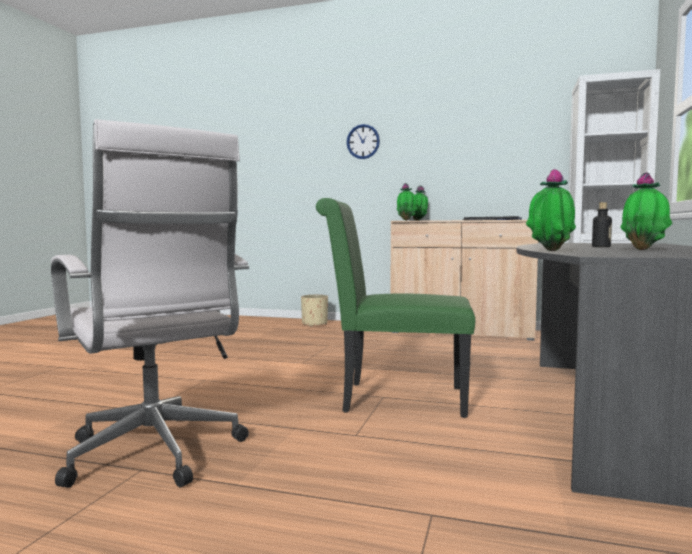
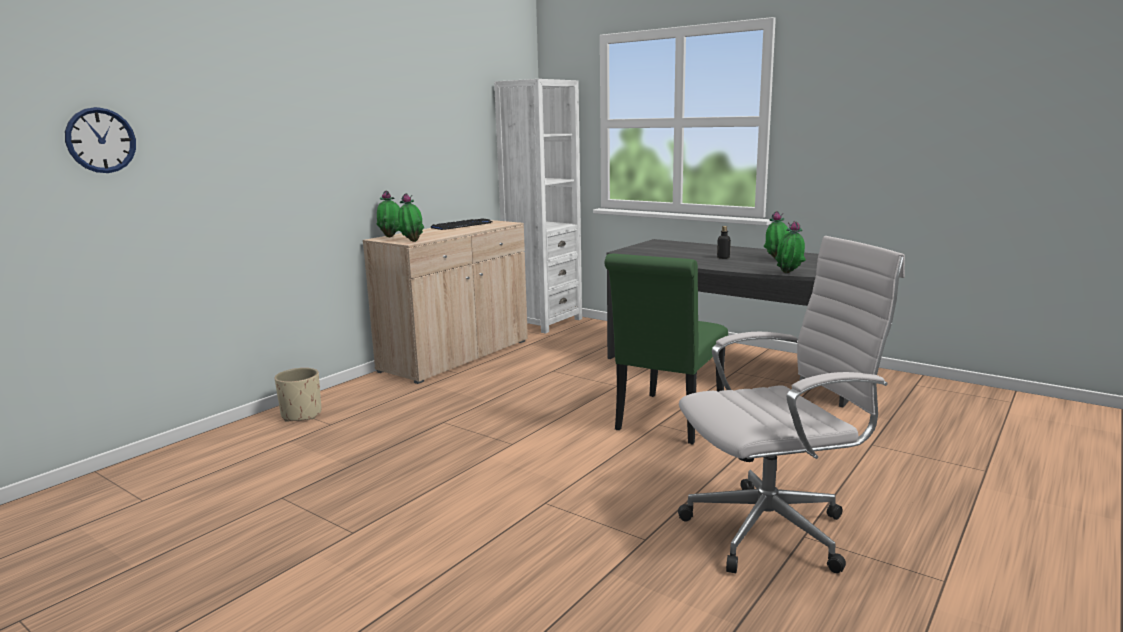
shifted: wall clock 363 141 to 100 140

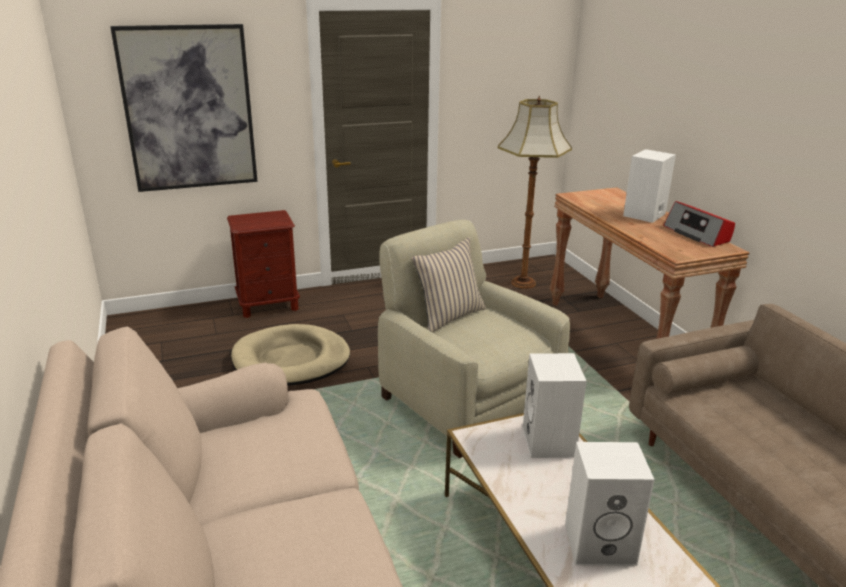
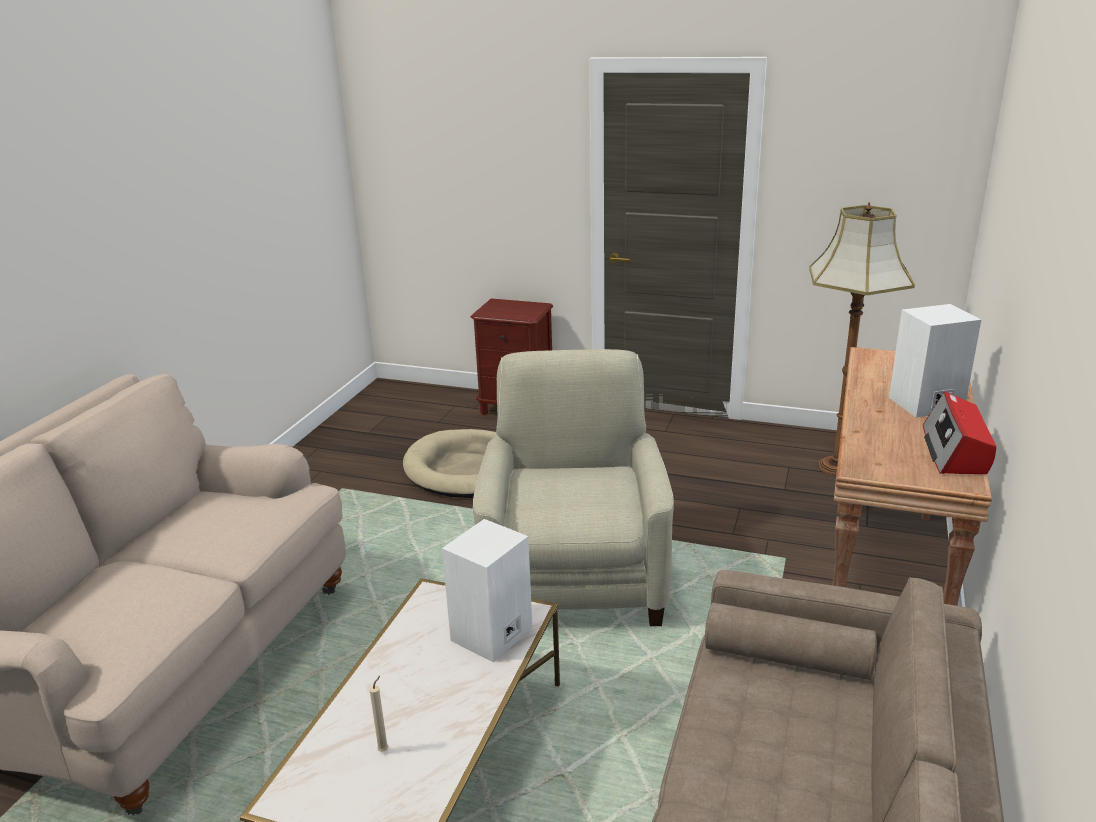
gone: picture 184 108; throw pillow (beige-coloured) 448 285
swapped: speaker (whitish) 610 504 to candle (beige-coloured) 379 714

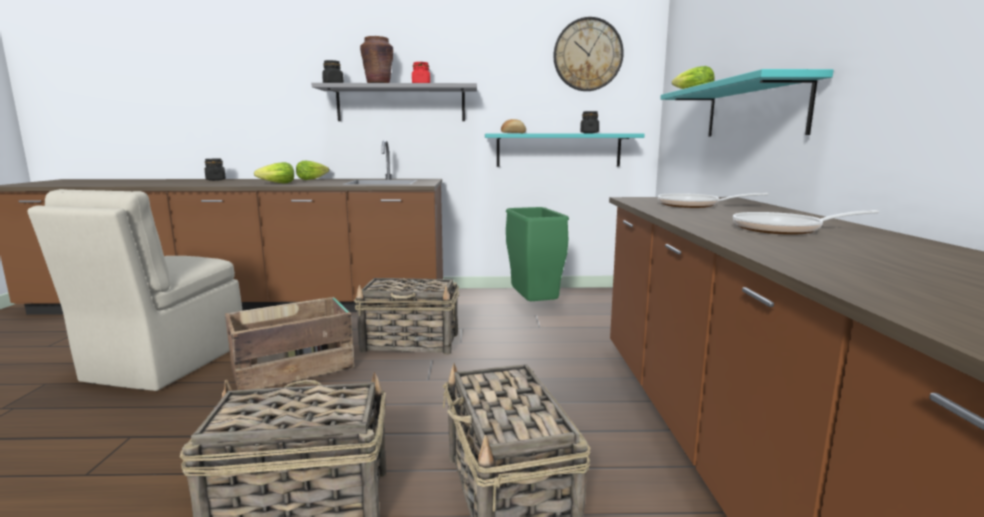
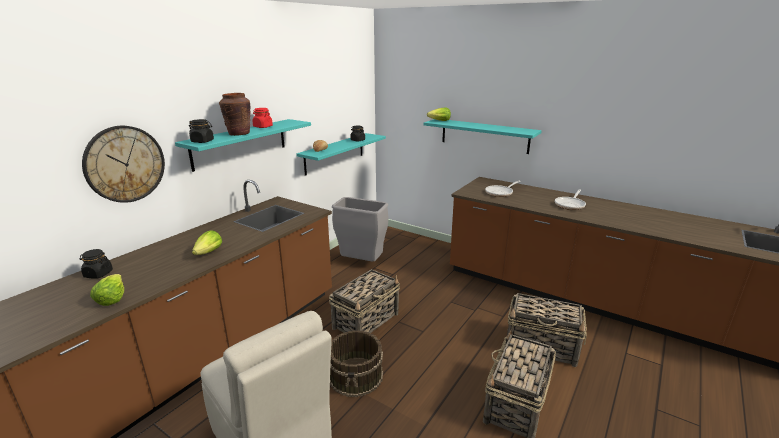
shifted: lettuce head 312 170 to 107 290; wall clock 589 54 to 123 164
swapped: packing crate 289 343 to bucket (brown) 356 363
repainted: bracket shelf (grey) 394 102 to bracket shelf (turquoise) 243 145; waste bin (green) 537 254 to waste bin (grey) 360 229

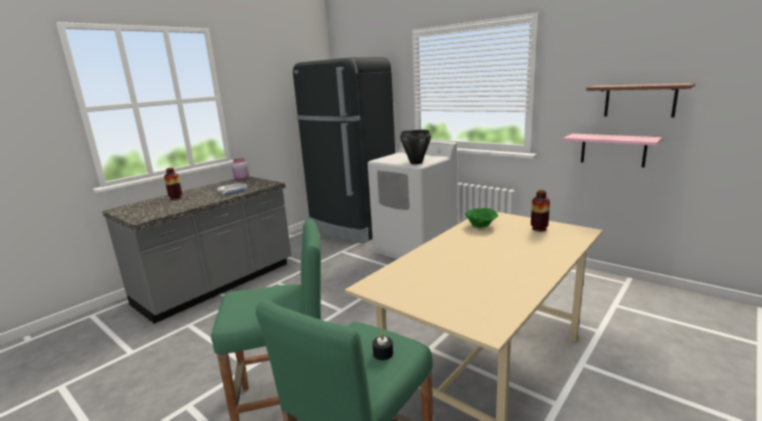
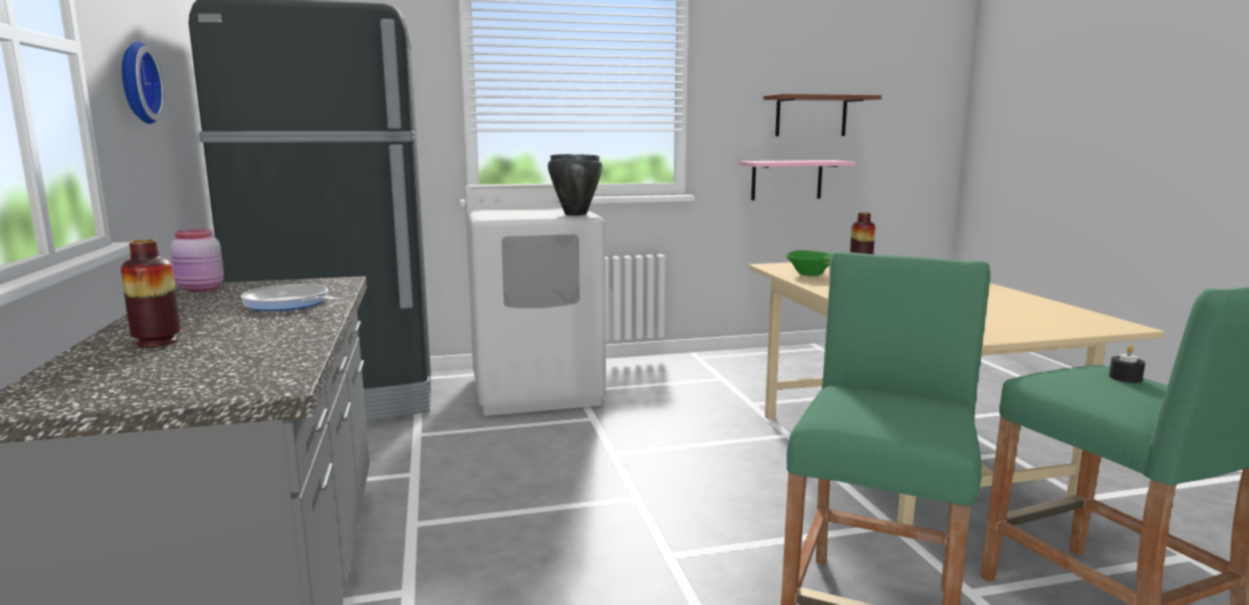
new: wall clock 143 83

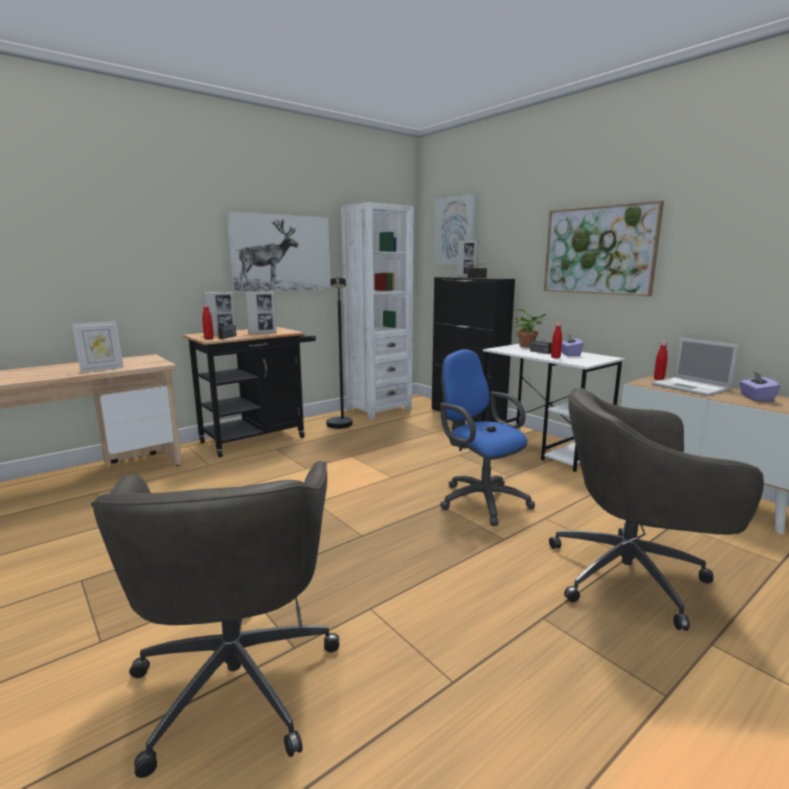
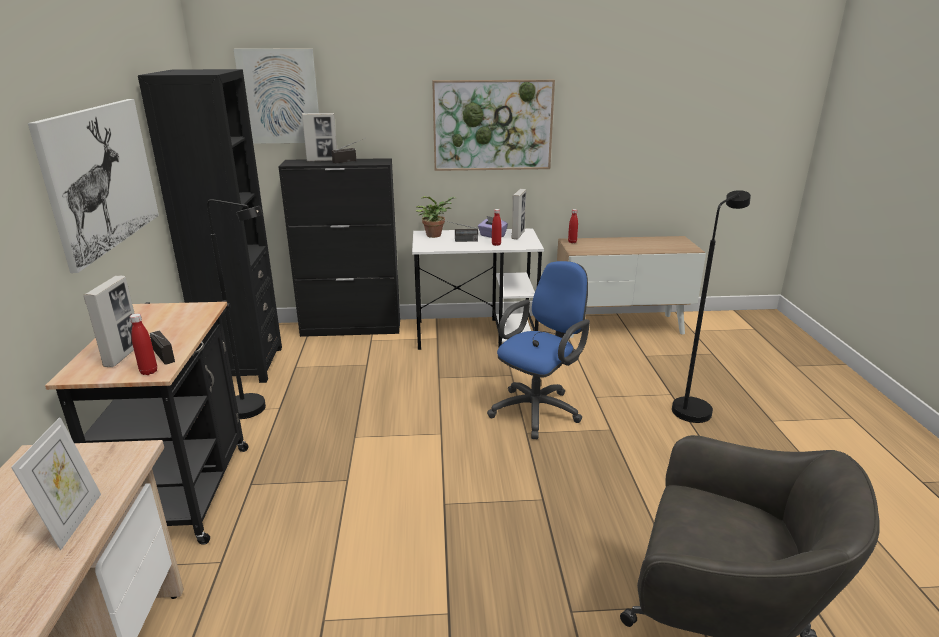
gone: portable computer 695 367; tissue holder (purple) 759 387
shifted: standing frame 260 313 to 518 214
swapped: desk chair (grey) 656 509 to standing lamp (blackish) 711 306
repainted: shelving unit (whitish) 377 310 to shelving unit (blackish) 210 226
rotated: desk chair (blue-coloured) 487 437 = 538 350 135 degrees clockwise

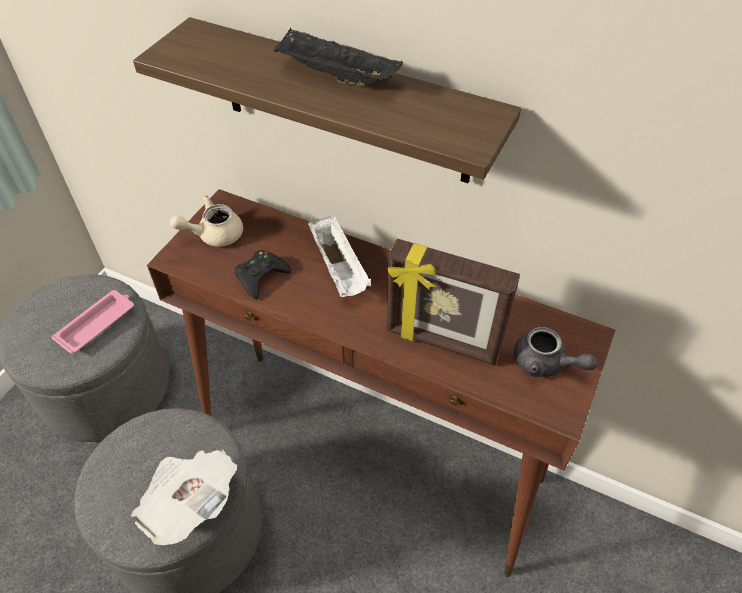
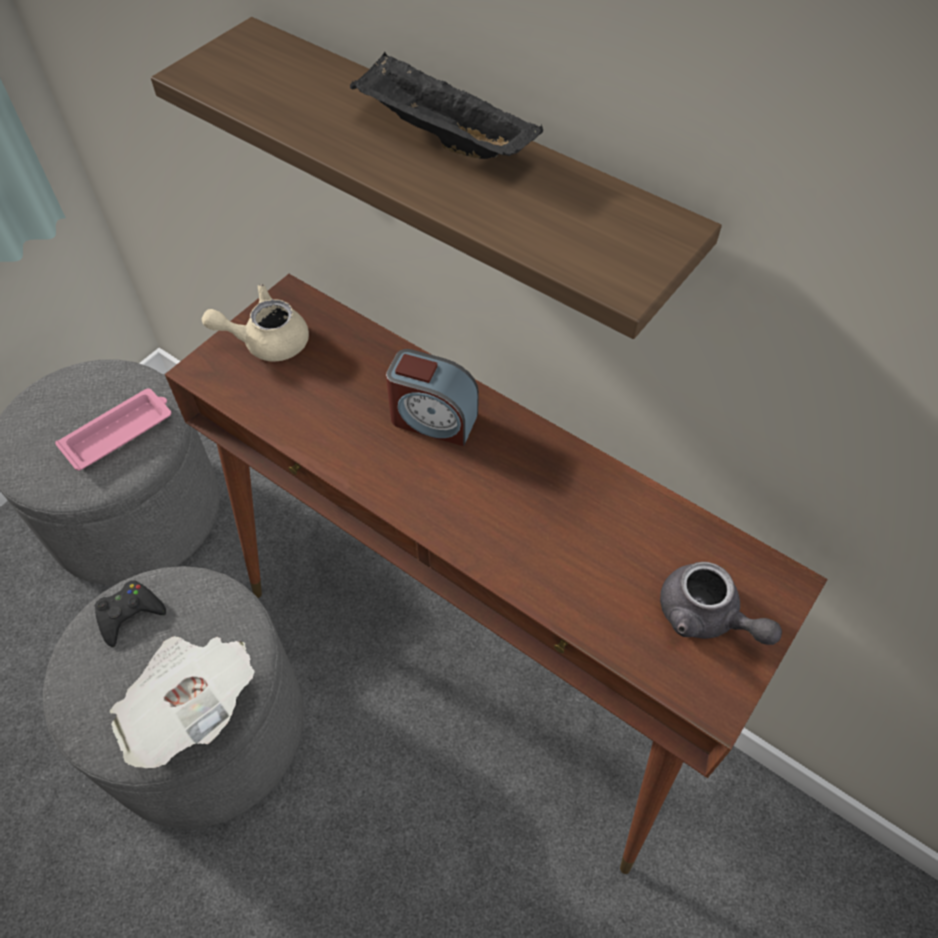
gone: standing frame 453 302
shifted: gamepad (blackish) 263 275 to 130 614
swapped: carrying tray (whitish) 339 256 to alarm clock 432 397

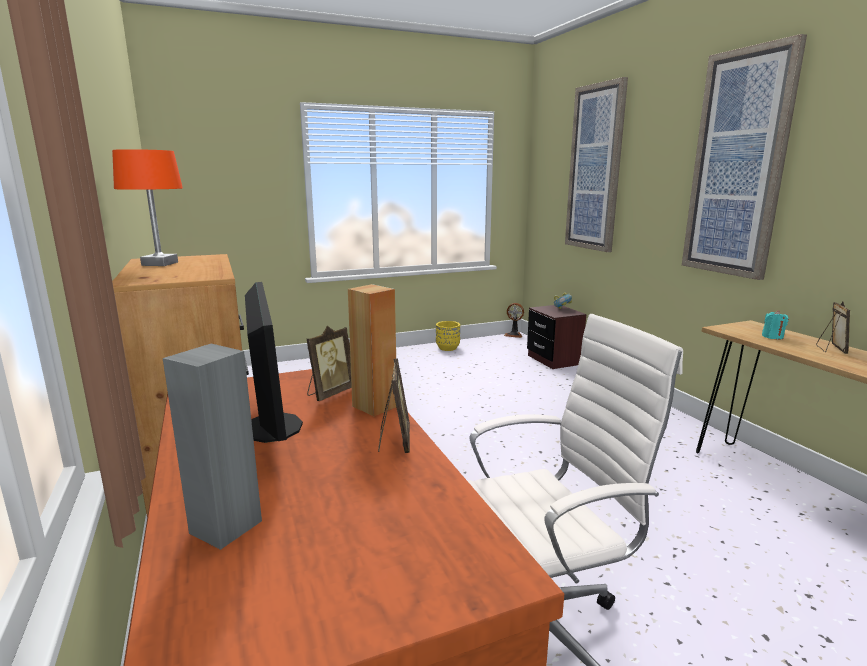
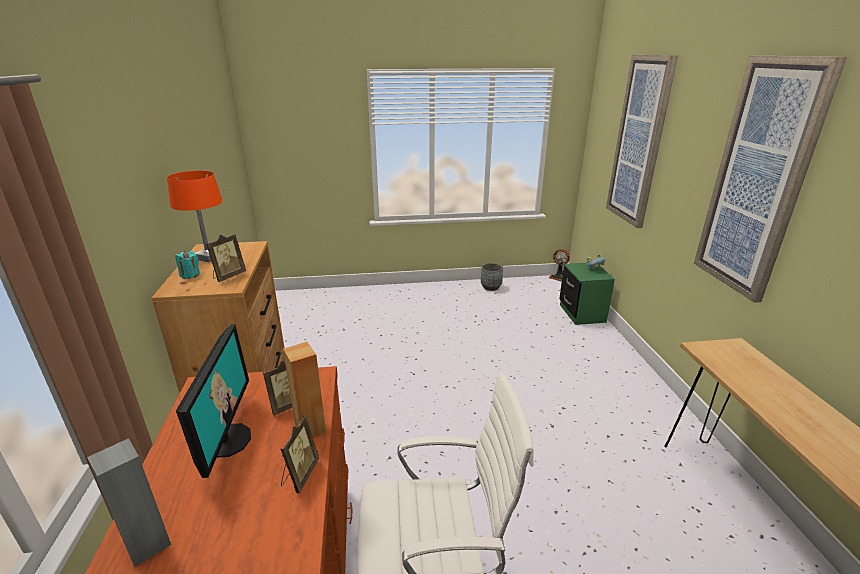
shifted: candle (turquoise) 775 325 to 187 265; standing frame 833 328 to 226 258
repainted: plant pot (yellowish) 448 336 to plant pot (grey) 492 277; nightstand (brown) 556 337 to nightstand (green) 587 294

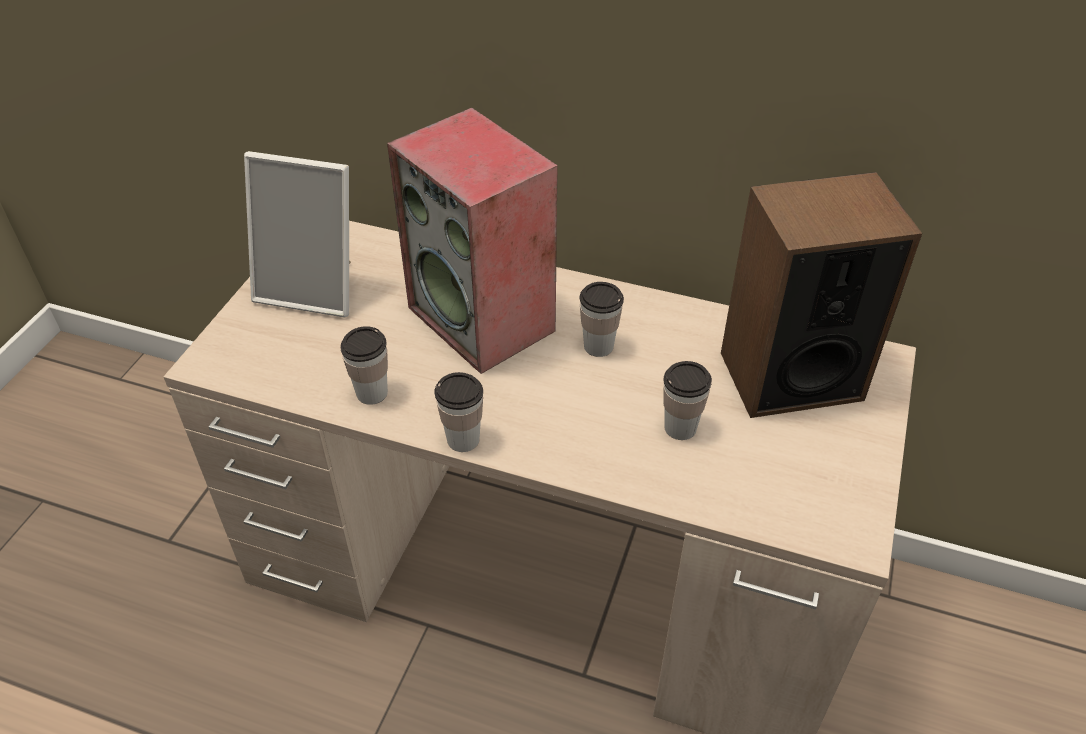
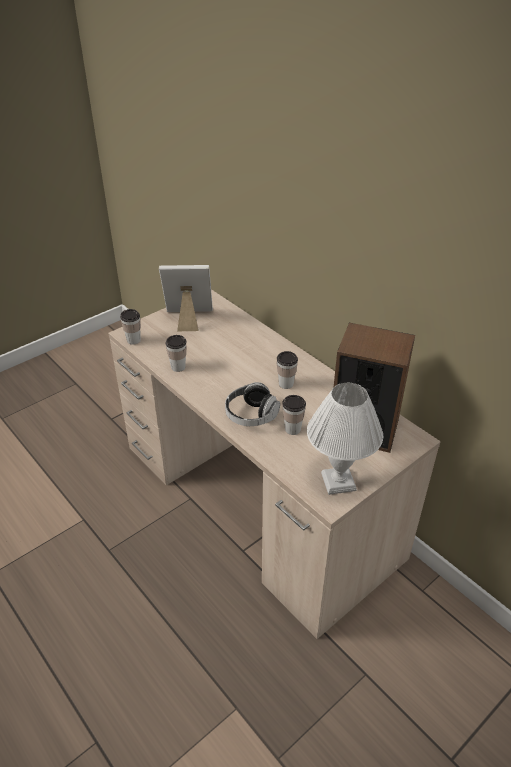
gone: speaker 472 241
new: headset 252 404; lamp for a table (whitish) 345 438
shifted: small cup 459 412 to 130 327
rotated: standing frame 297 234 = 186 298 135 degrees clockwise

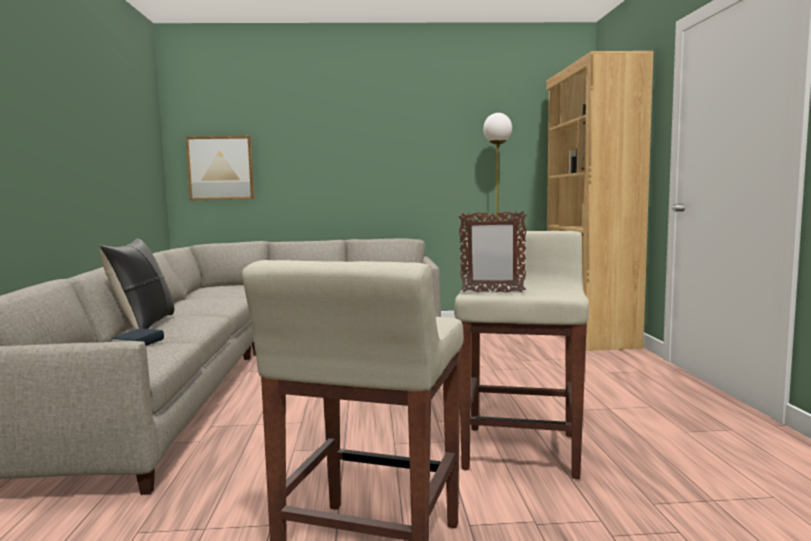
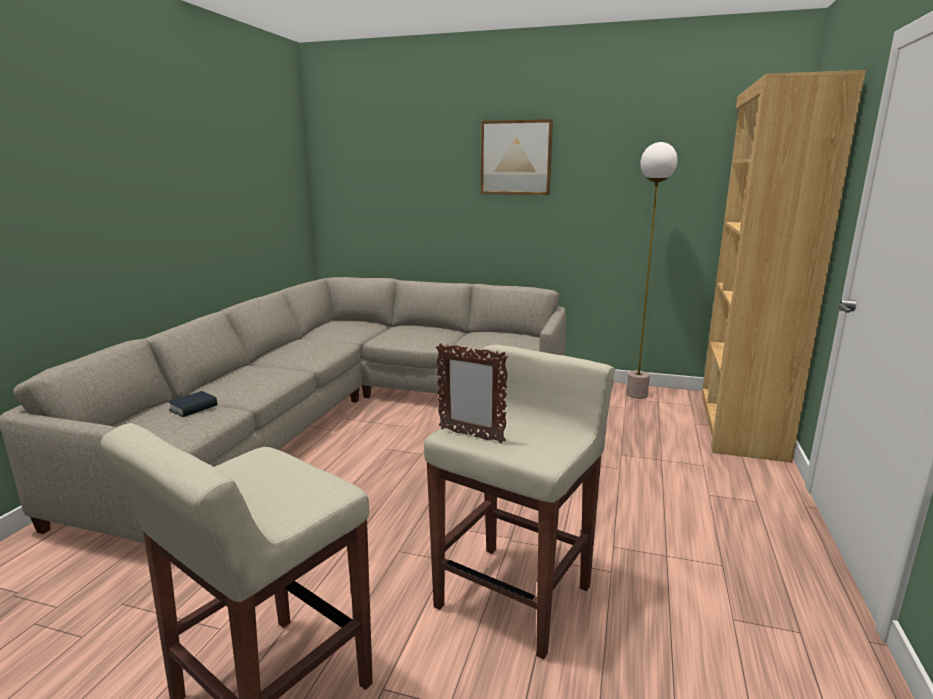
gone: throw pillow (blackish) 136 284
shifted: picture 220 168 to 517 157

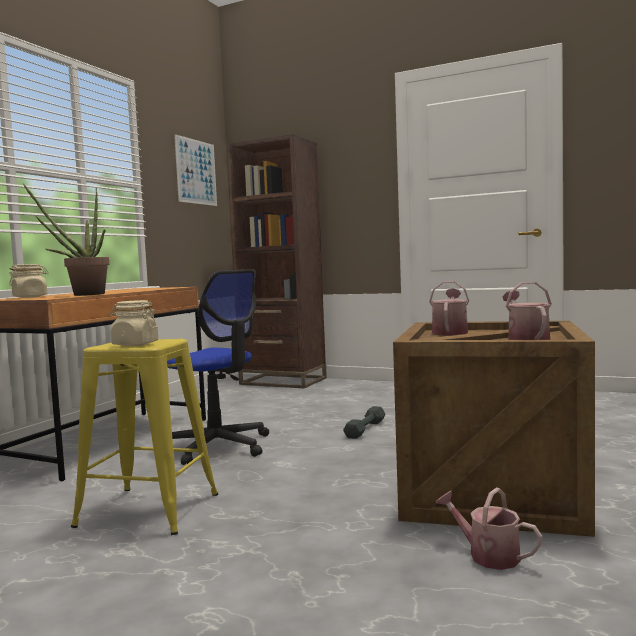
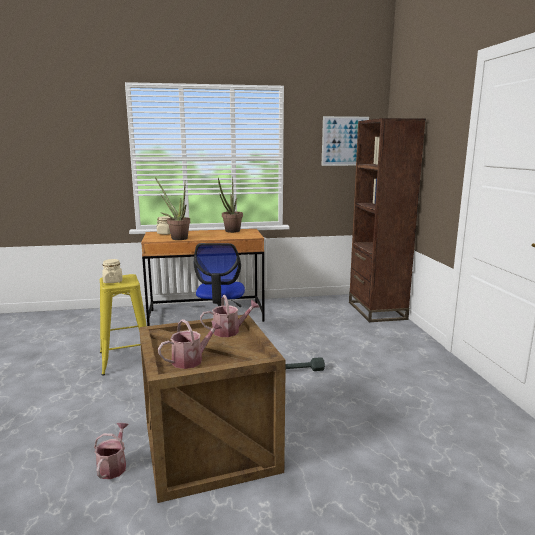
new: potted plant 230 204

